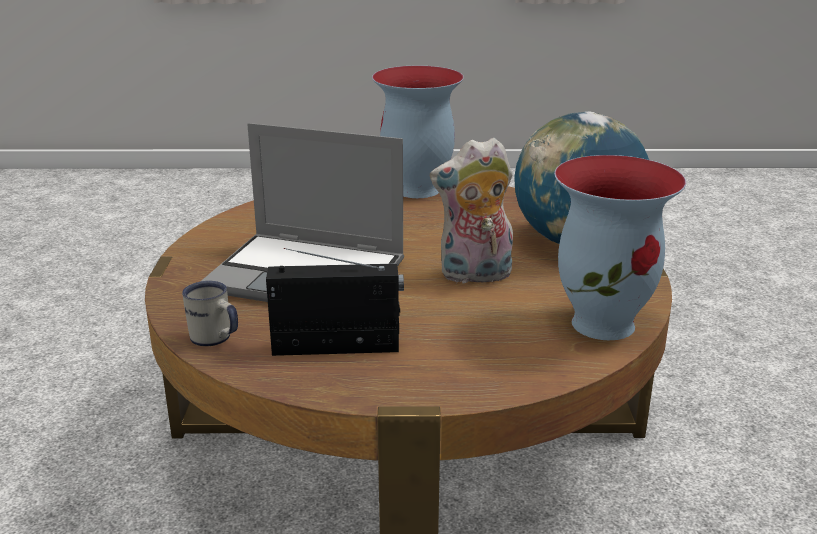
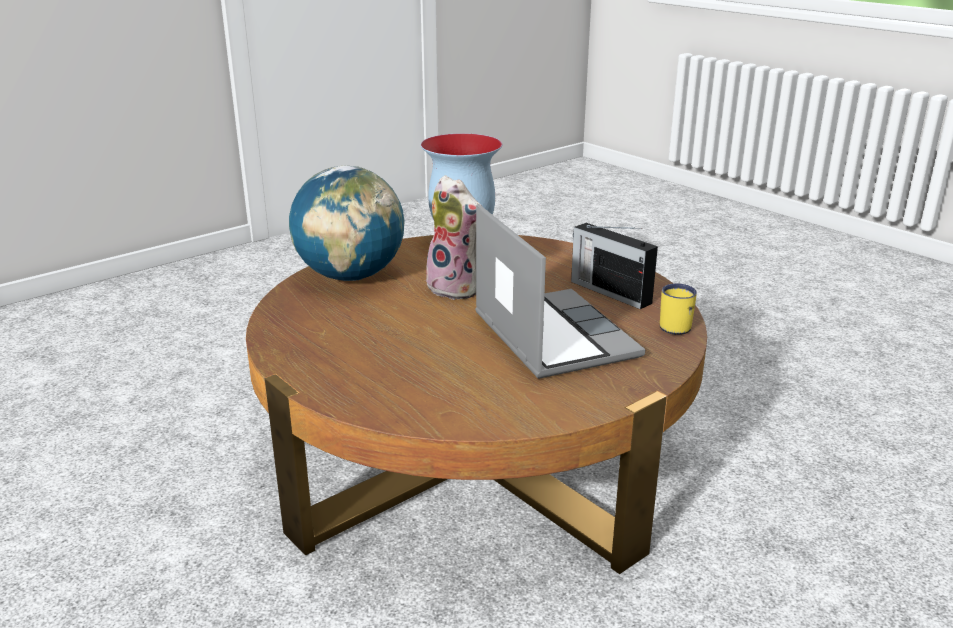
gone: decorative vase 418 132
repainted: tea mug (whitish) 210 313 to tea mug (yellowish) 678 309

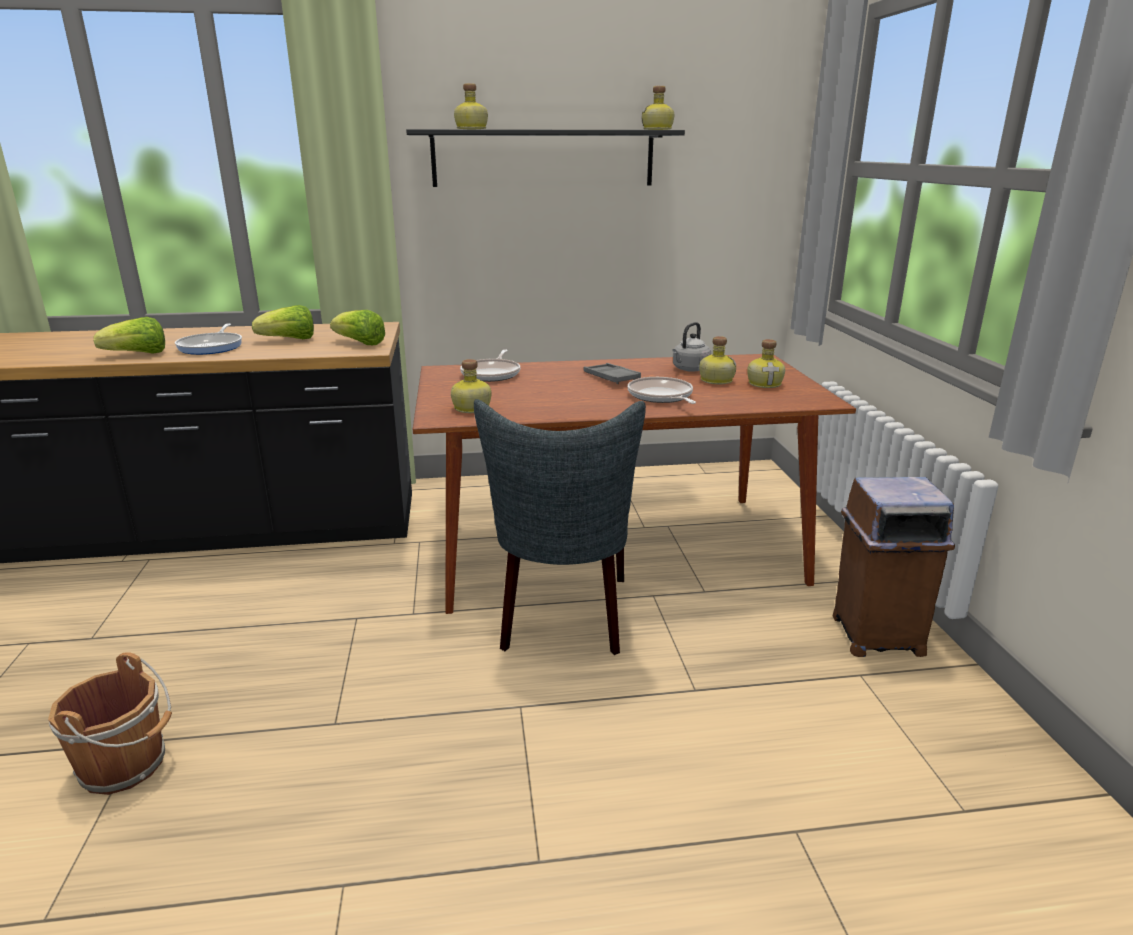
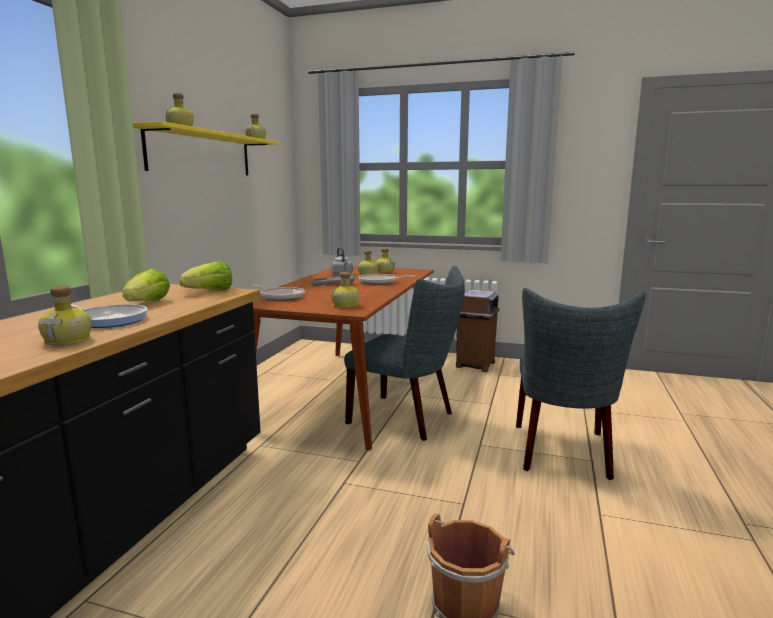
new: upright chair (grey) 581 384
swapped: lettuce head 129 335 to bottle 65 315
repainted: bracket shelf (blackish) 545 158 to bracket shelf (yellowish) 206 148

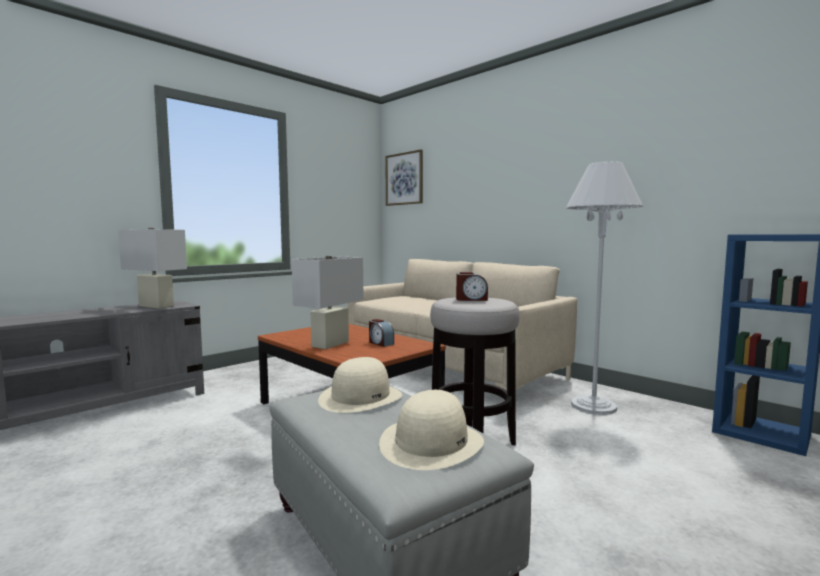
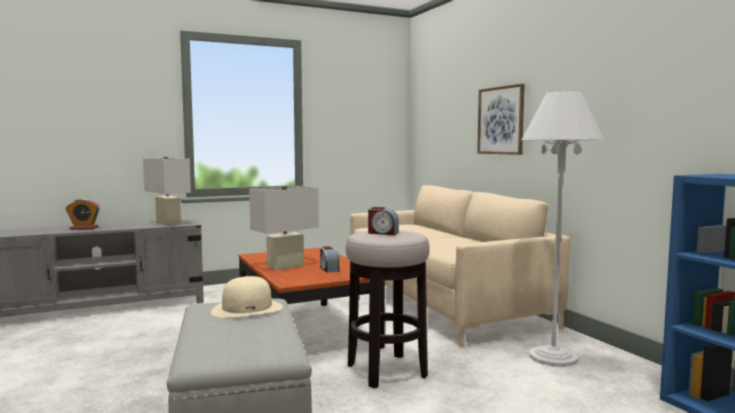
gone: clothing hat (beige-coloured) 431 430
new: alarm clock 83 214
shifted: picture 404 177 to 501 119

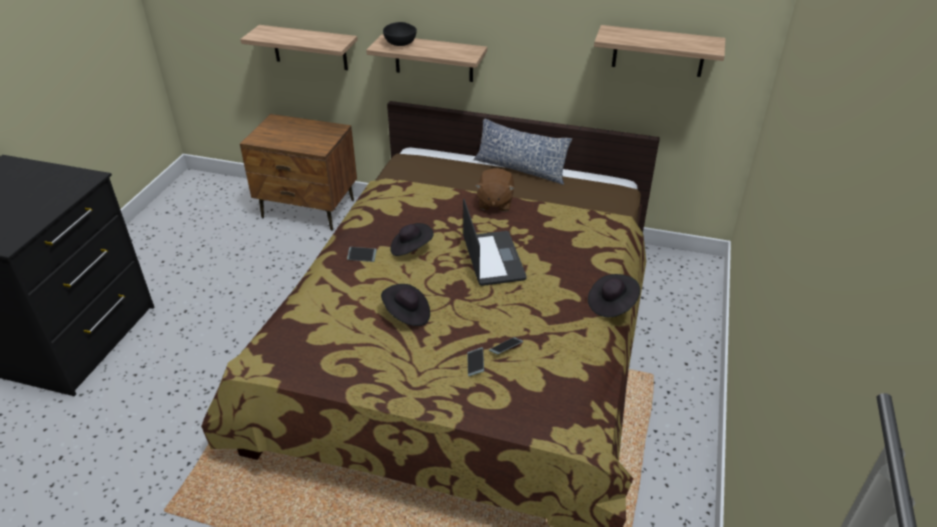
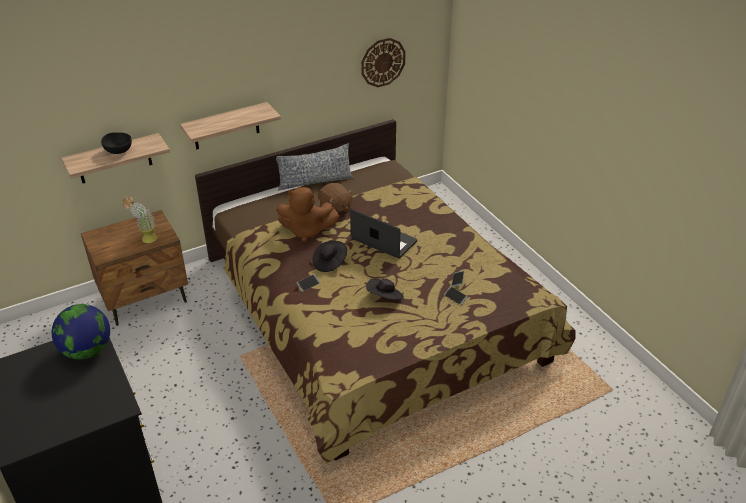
gone: clothing hat (blackish) 614 295
new: globe 81 331; potted plant 140 220; soft toy (brown) 308 214
shifted: bowl (blackish) 400 34 to 116 143
swapped: bracket shelf 660 51 to wall clock 383 62

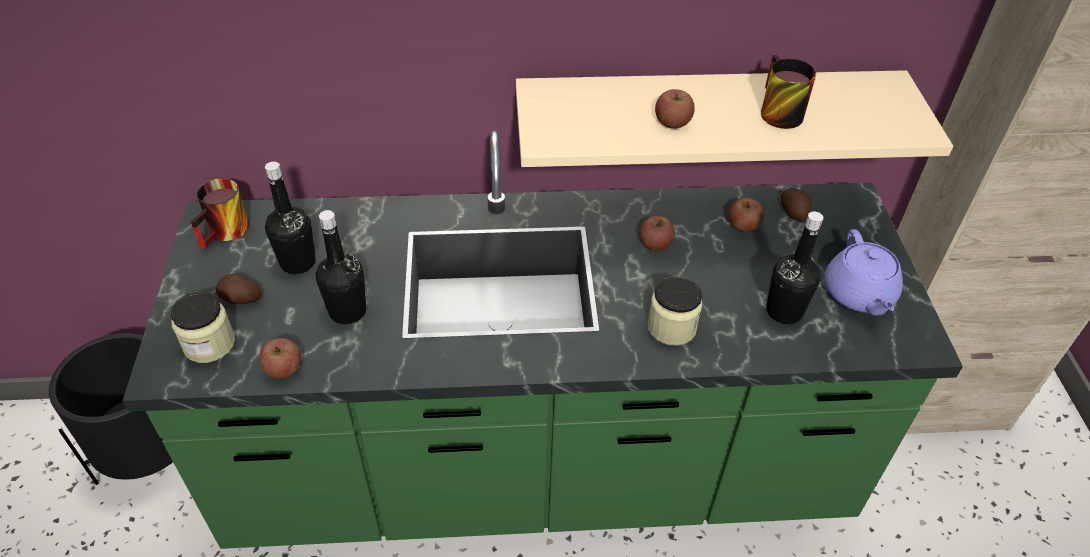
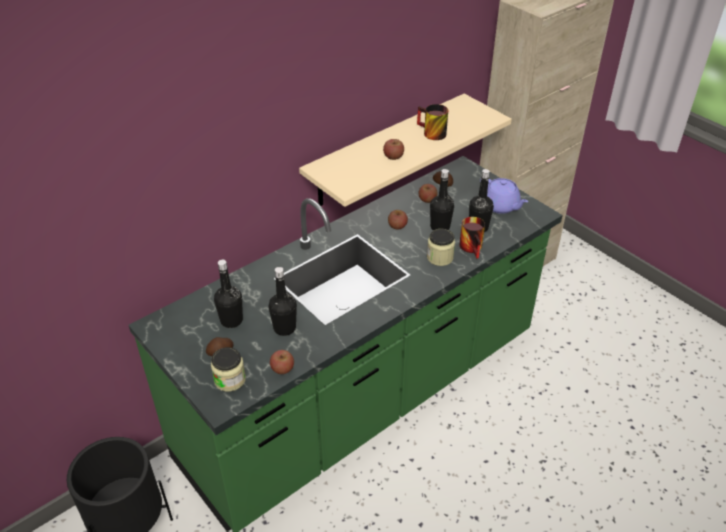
new: bottle (blackish) 442 200
shifted: tea mug 220 213 to 472 238

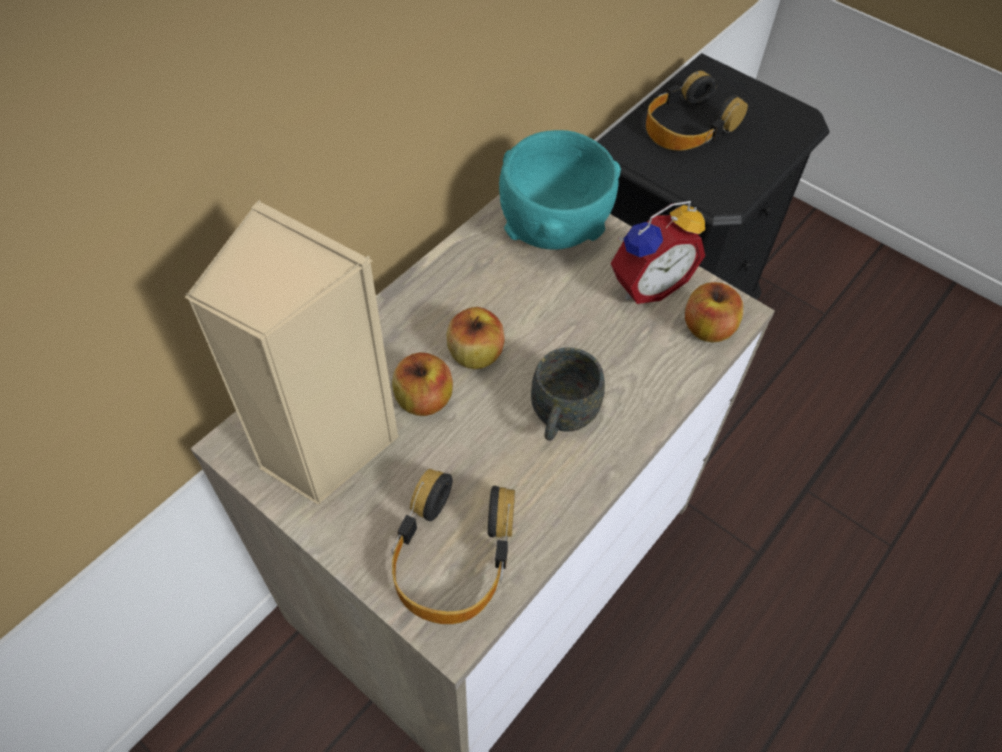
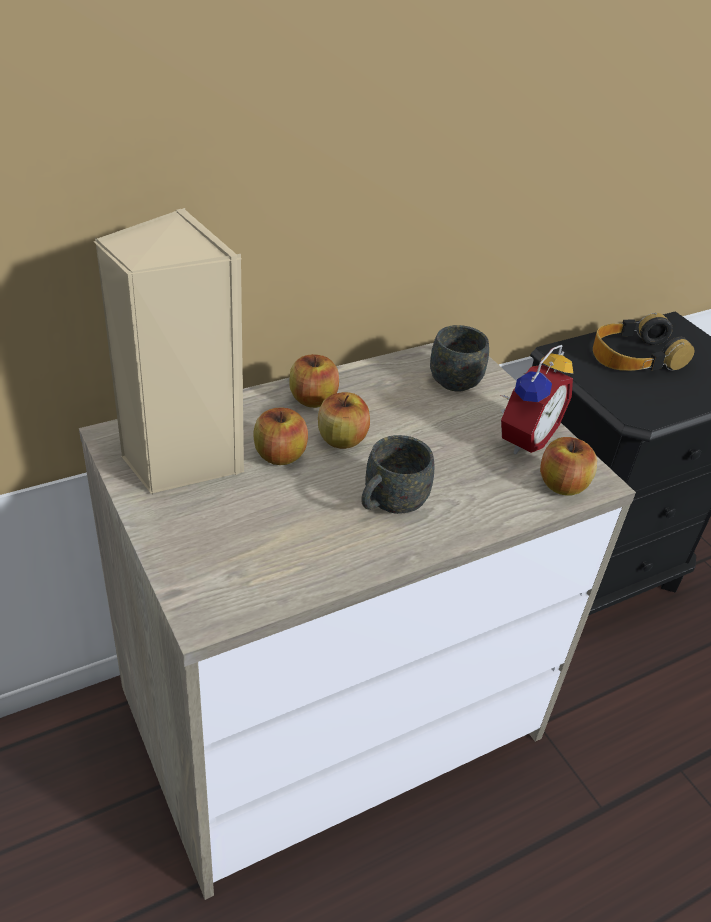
gone: headset 453 546
new: whole apple 314 381
swapped: bowl (turquoise) 560 190 to tea mug (grey) 459 358
rotated: alarm clock 657 252 = 537 399 45 degrees counterclockwise

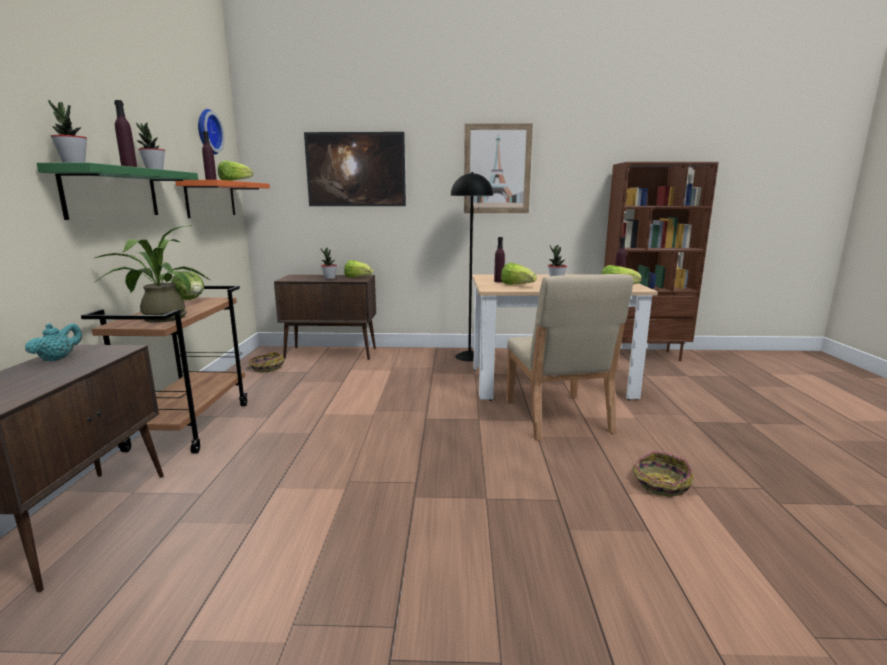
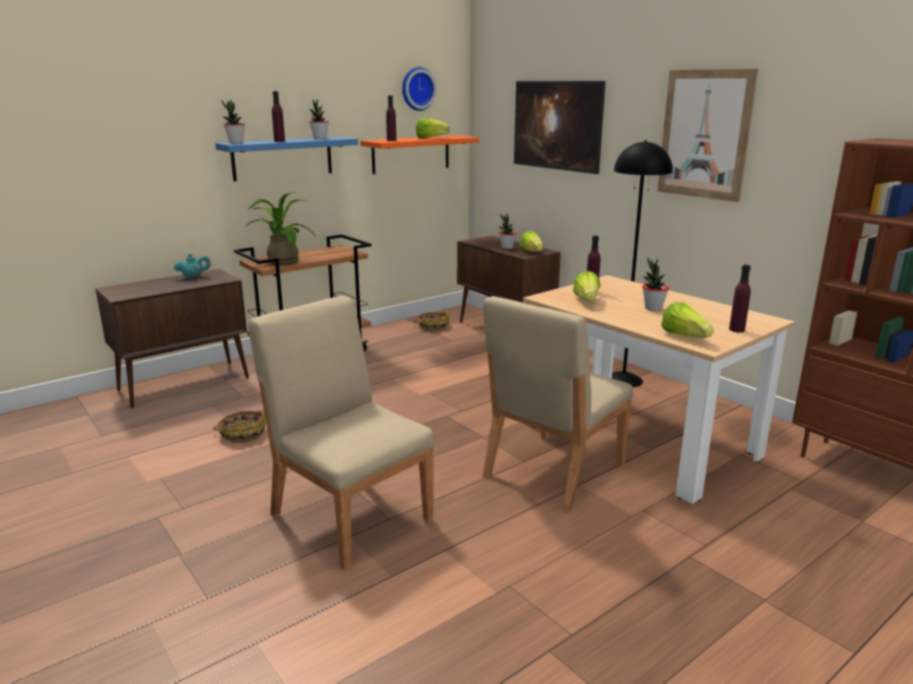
gone: lettuce head 187 285
new: upright chair (beige-coloured) 341 433
shifted: household basket 663 474 to 239 426
repainted: bracket shelf (green) 117 191 to bracket shelf (blue-coloured) 286 159

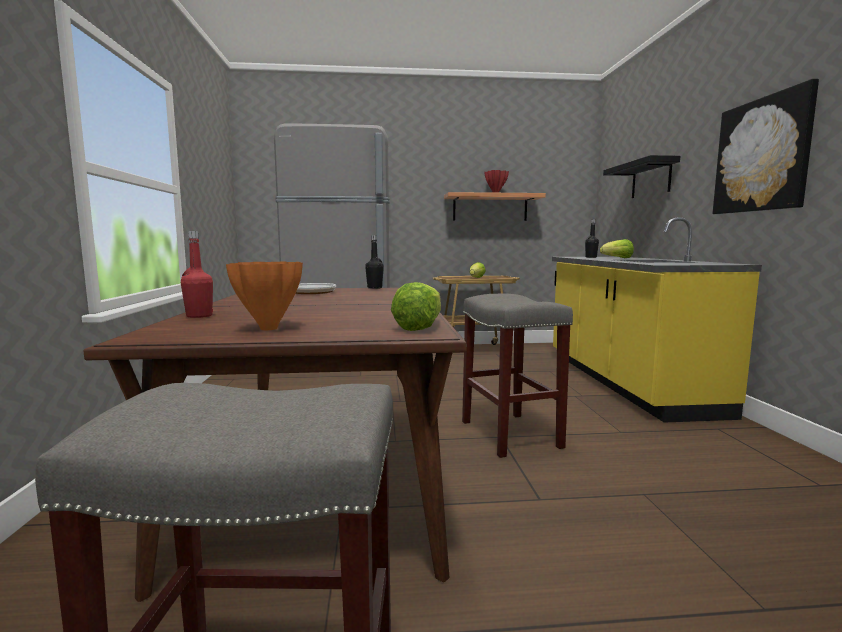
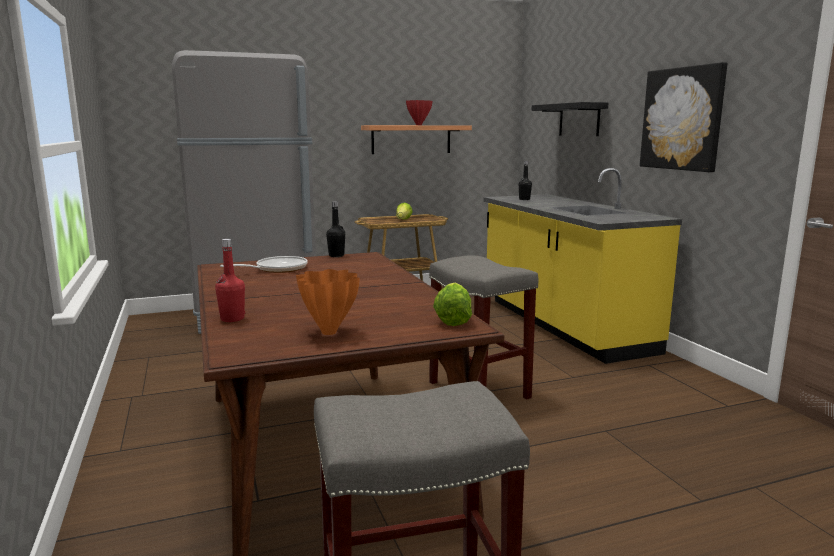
gone: lettuce head 617 248

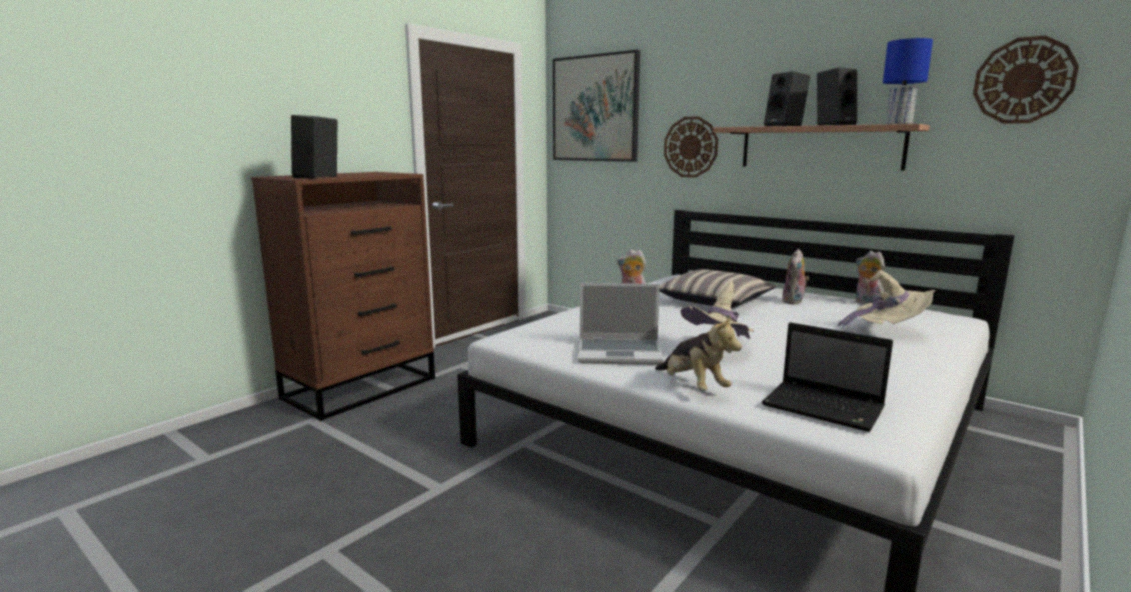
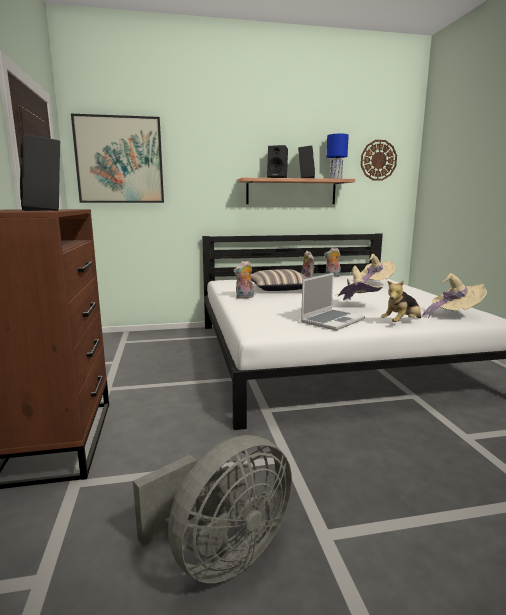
gone: wall clock 691 147
new: cooling fan (grey) 212 509
swapped: portable computer 827 377 to clothing hat (beige-coloured) 455 295
rotated: soft toy 698 352 = 401 301 135 degrees clockwise

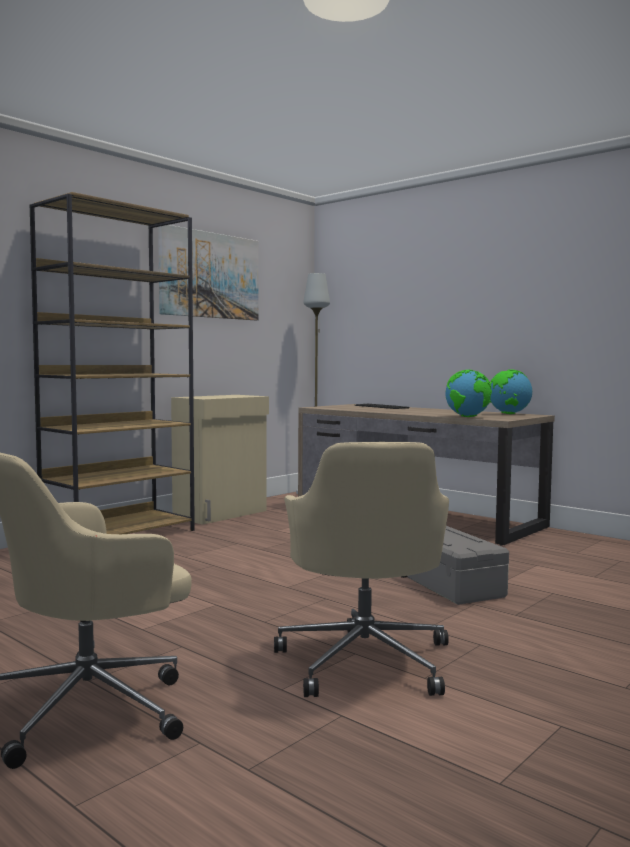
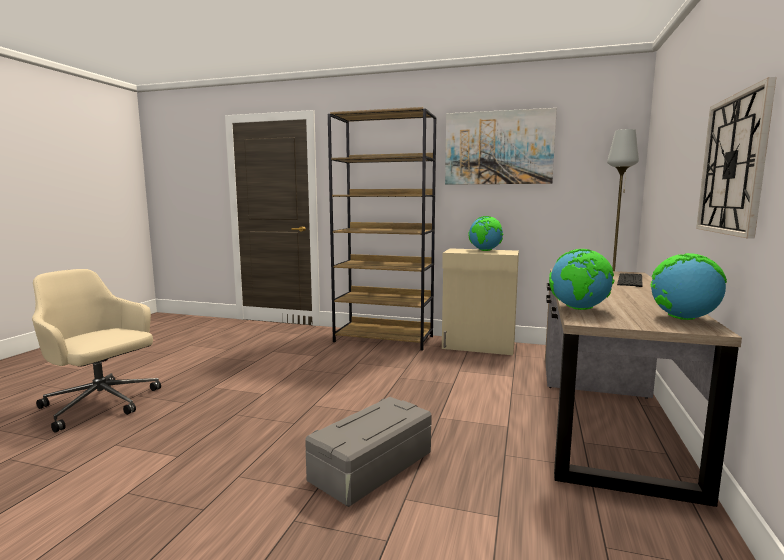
gone: desk chair (beige-coloured) 361 569
new: globe 485 233; wall clock 736 158

